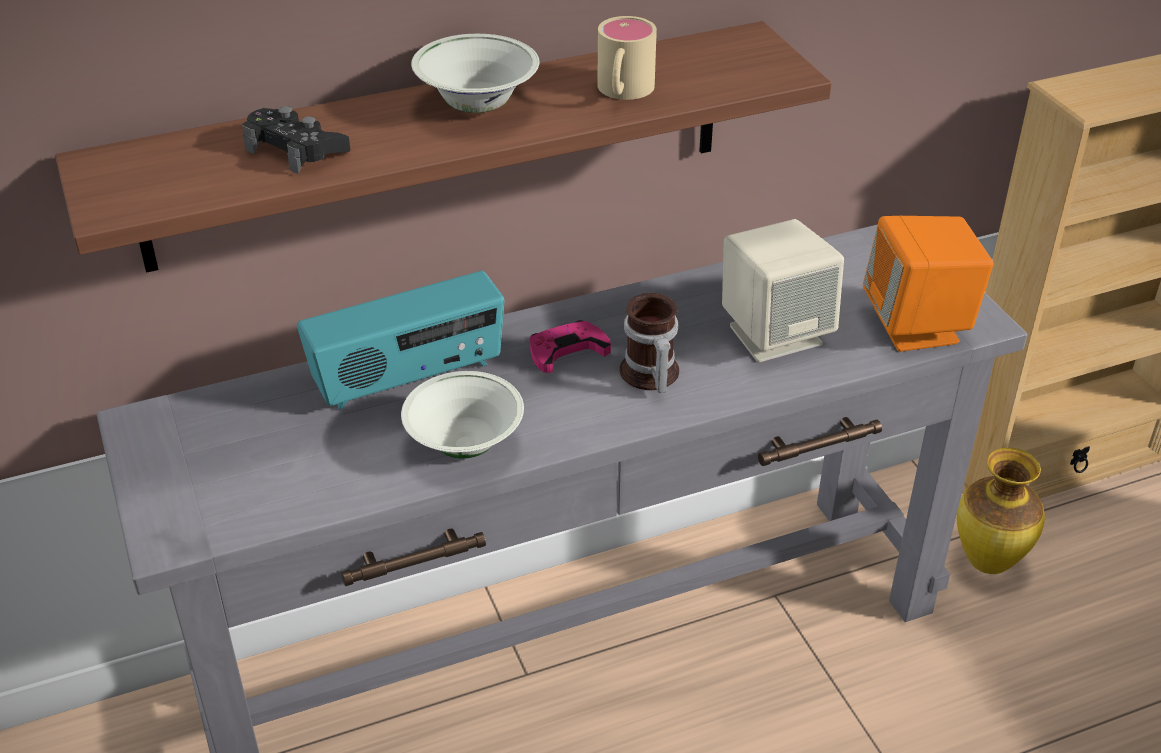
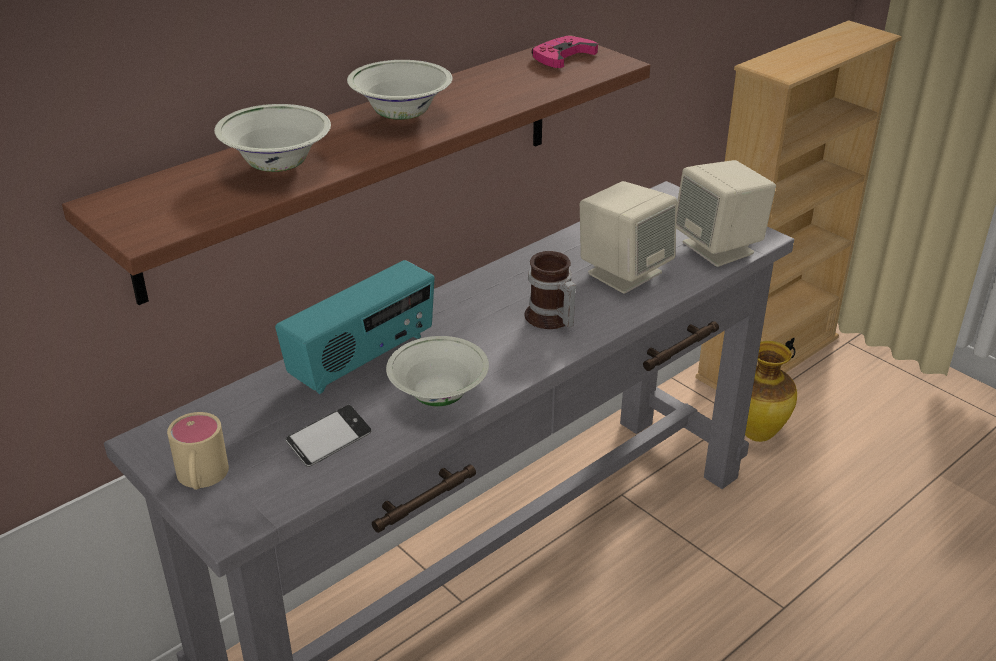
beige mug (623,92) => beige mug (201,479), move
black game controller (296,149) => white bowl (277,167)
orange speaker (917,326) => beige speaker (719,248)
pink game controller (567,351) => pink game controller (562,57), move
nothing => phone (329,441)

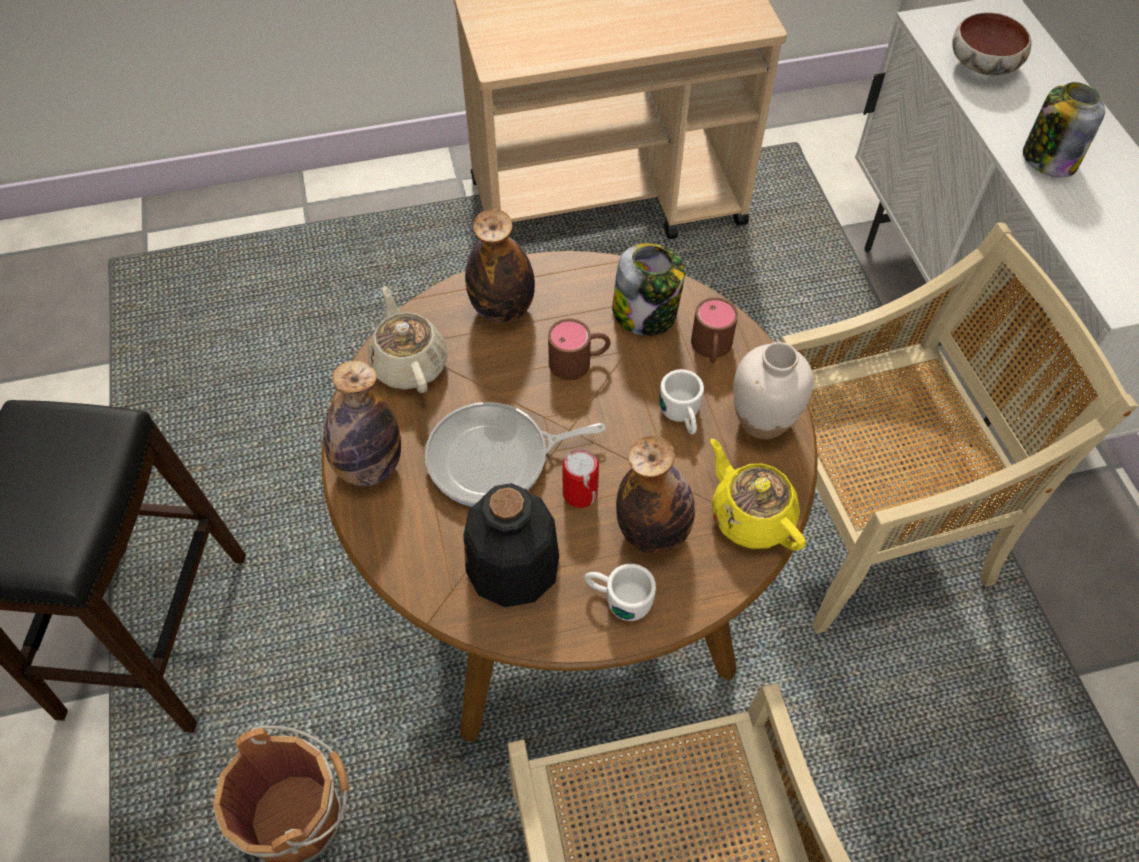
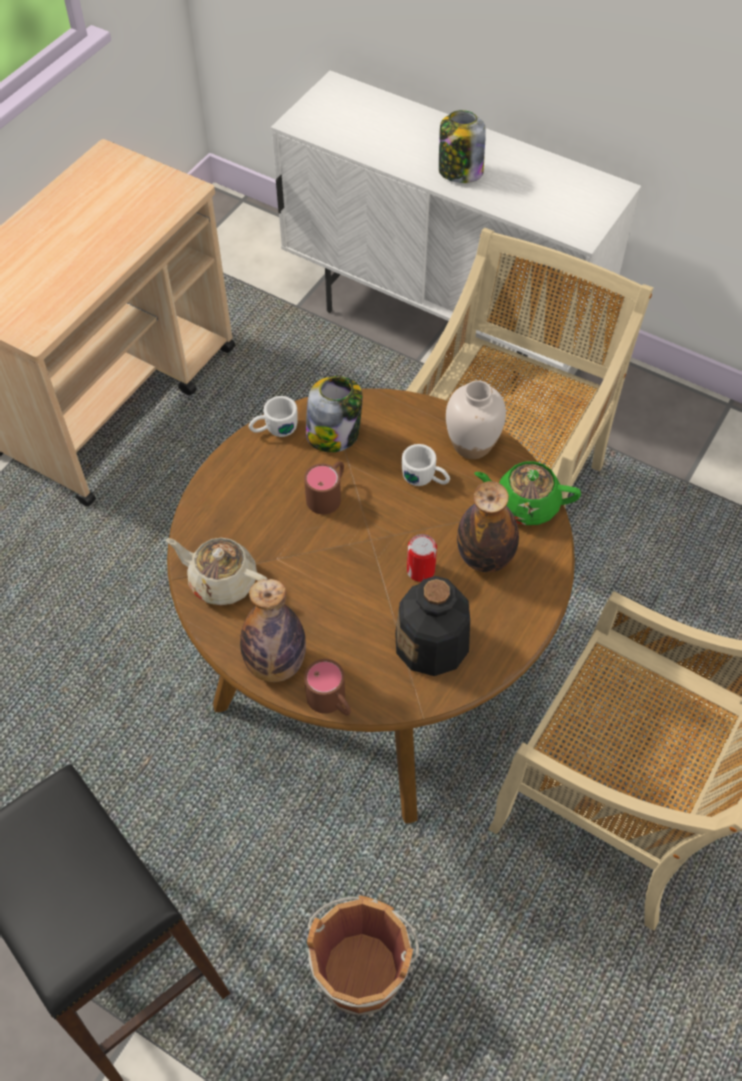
bowl (983,66) => nothing
bottle (502,309) => nothing
brown mug (711,350) => brown mug (331,702), move
frying pan (495,459) => nothing
yellow teapot (750,516) => green teapot (525,504)
white mug (617,598) => white mug (273,429), move

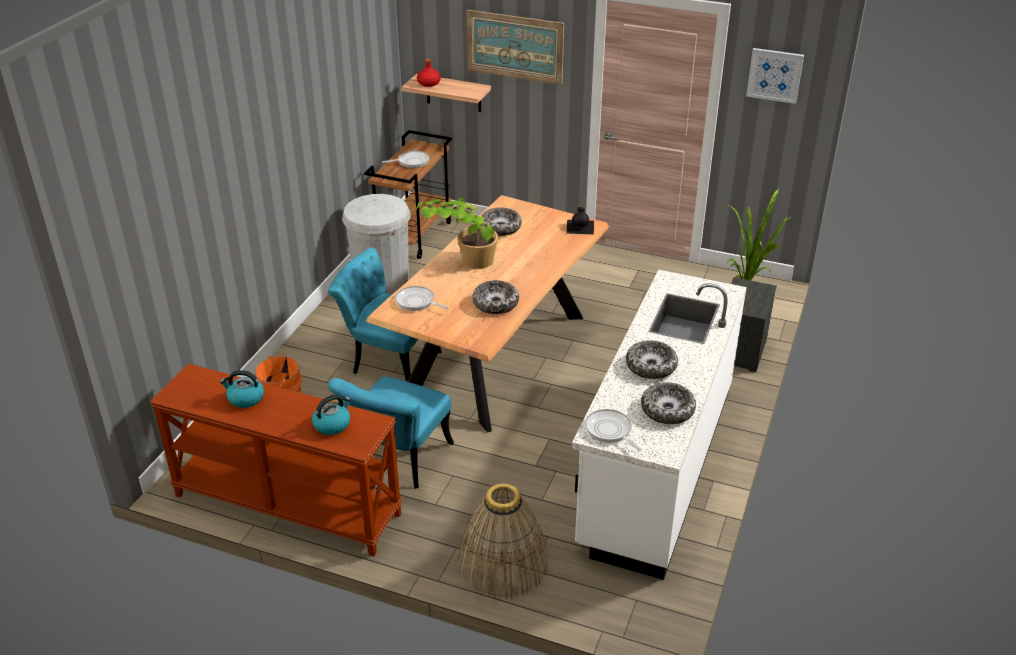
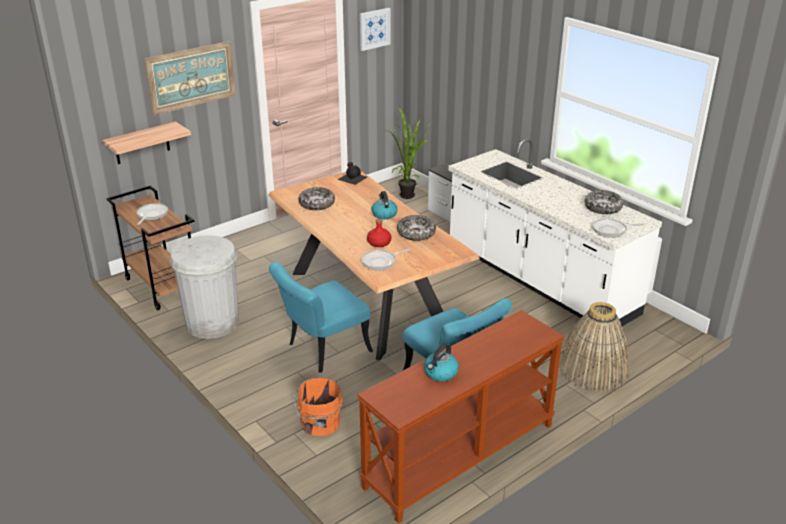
red bottle (428,83) => red bottle (379,243), move
potted plant (461,262) => nothing
bowl (651,366) => nothing
kettle (332,424) => kettle (384,214), move

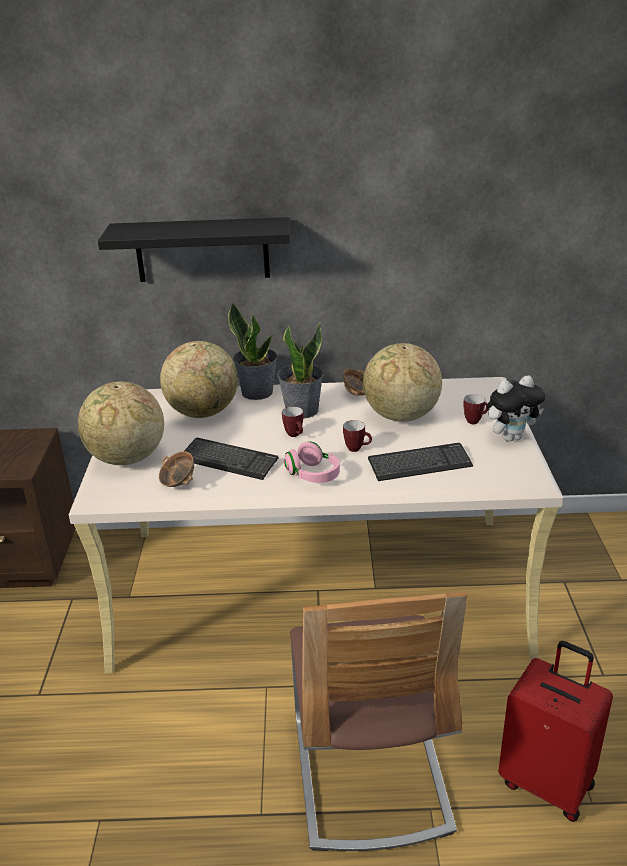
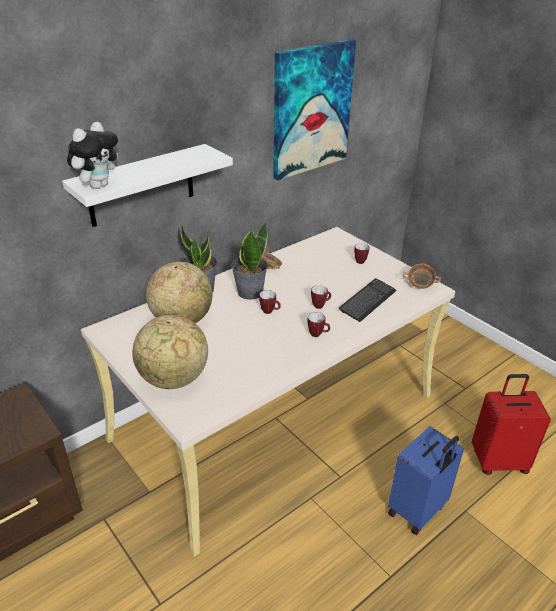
black shelf (202,250) => white shelf (141,186)
globe (400,416) => nothing
plush toy (511,437) => plush toy (98,185), move
keyboard (228,460) => nothing
pink headphones (313,475) => mug (318,334)
bowl (178,483) => bowl (420,285), move
chair (370,771) => blue suitcase (418,510)
nothing => picture (311,109)

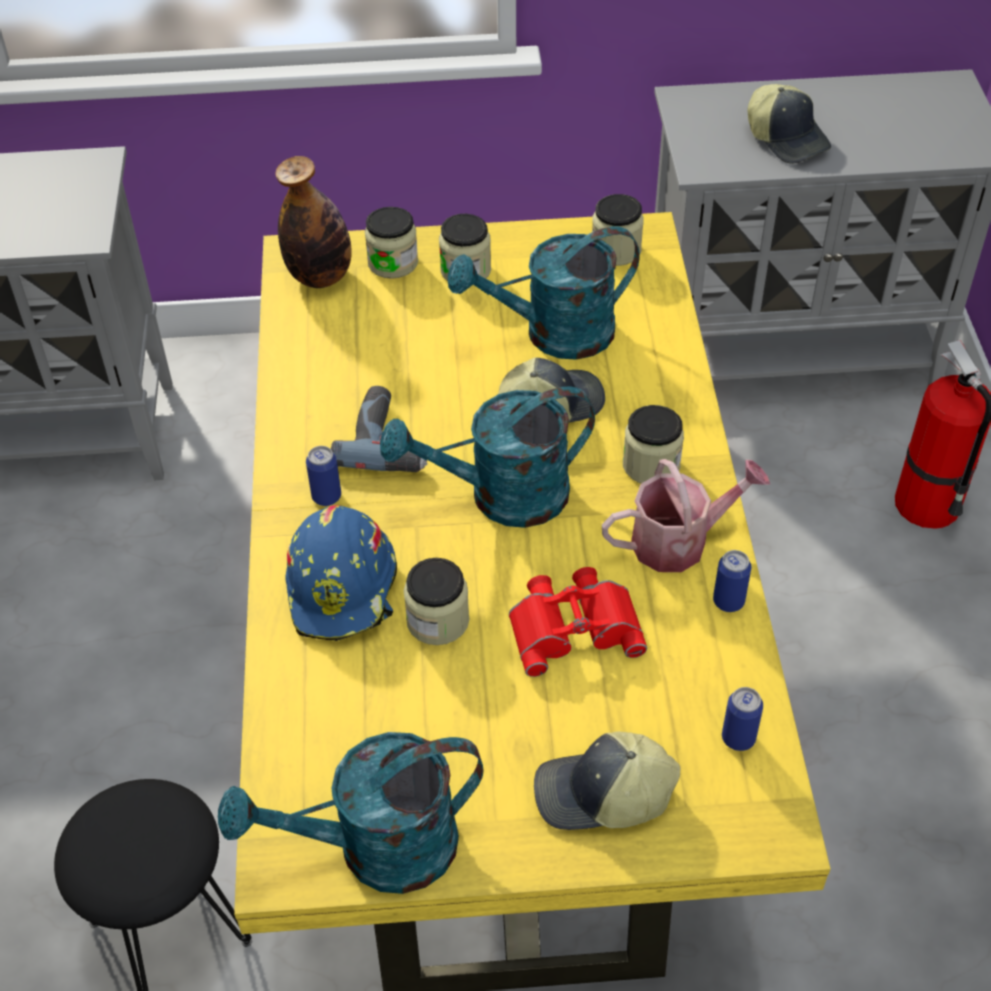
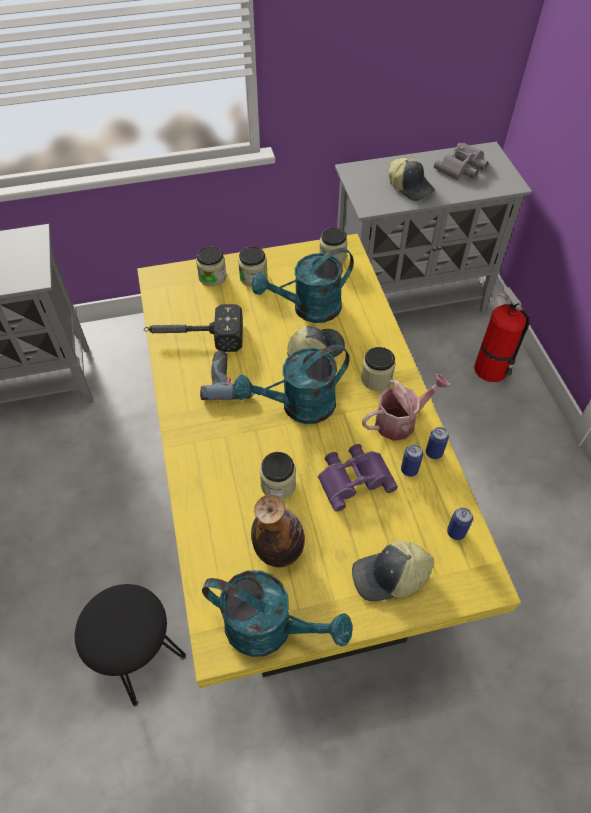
bottle (320,276) => bottle (279,550), move
can (326,497) => can (409,470), move
blue hard hat (344,587) => nothing
red binoculars (574,625) => purple binoculars (354,478)
turquoise watering can (376,850) => turquoise watering can (270,629), 135 degrees counterclockwise
nothing => grey binoculars (462,167)
nothing => hammer (194,337)

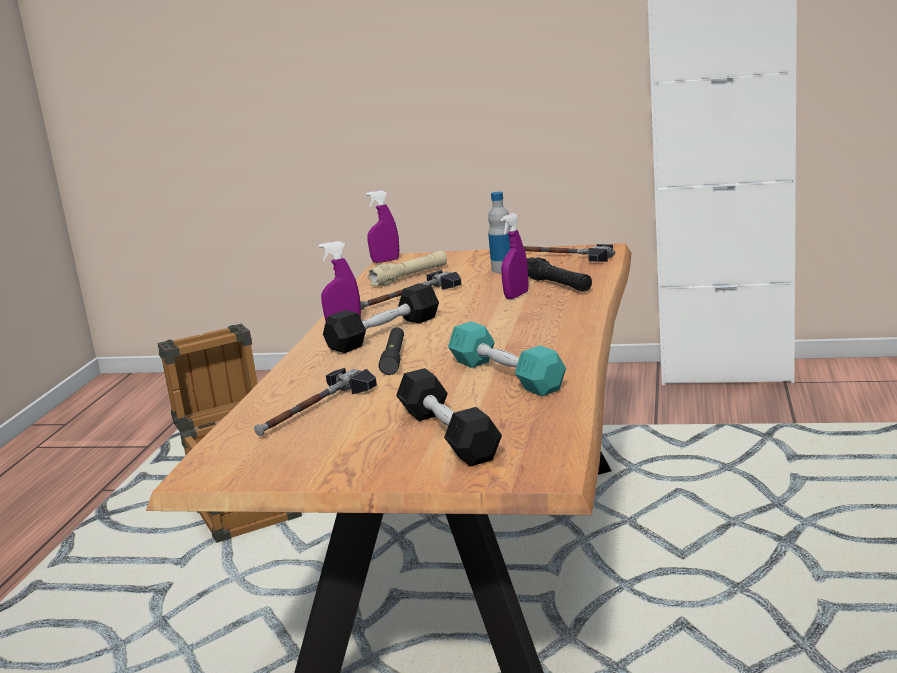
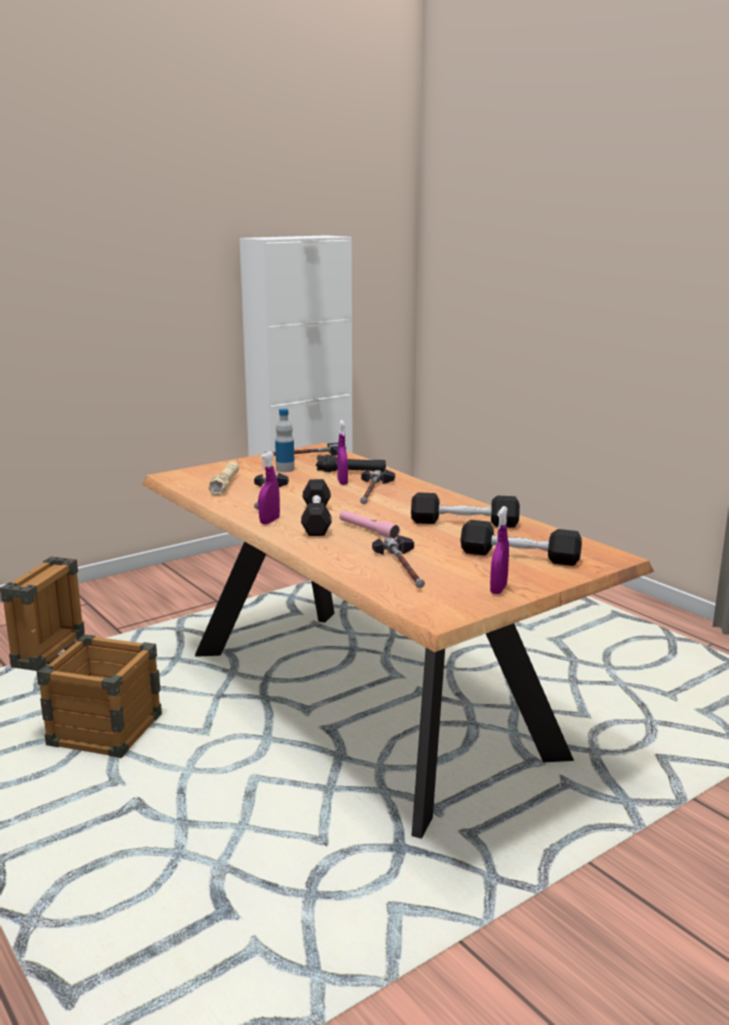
purple spray bottle (385,261) => purple spray bottle (498,589), move
turquoise dumbbell (505,375) => black dumbbell (464,523)
black flashlight (394,358) => pink flashlight (368,530)
nothing => hammer (372,491)

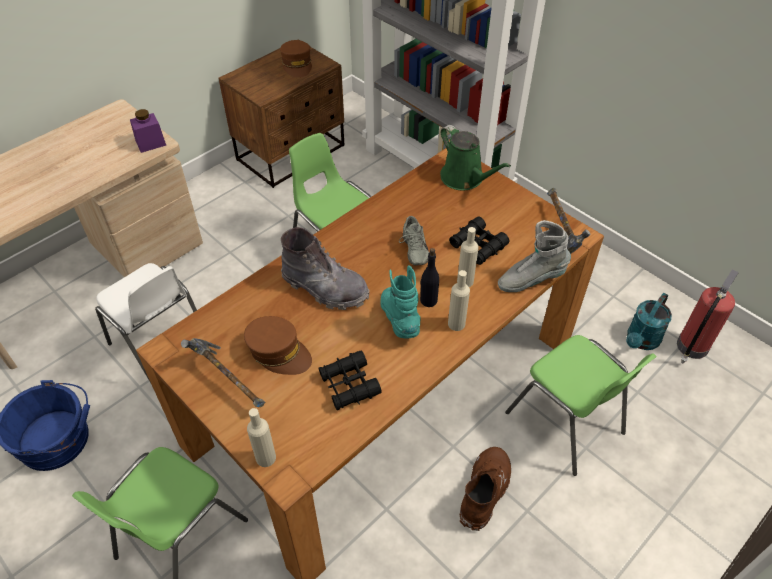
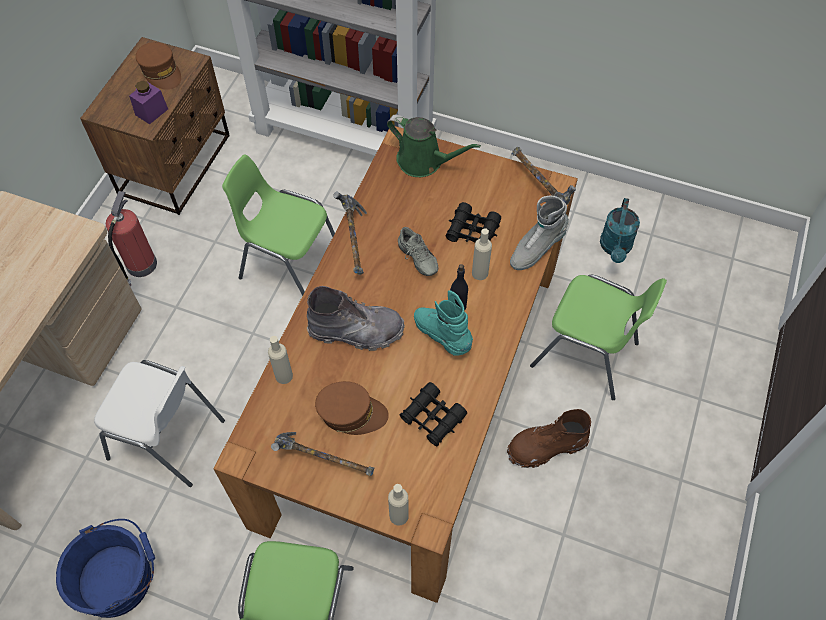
purple jar (151,143) => purple jar (151,112), move
fire extinguisher (691,347) => fire extinguisher (140,266), move
beige bottle (456,324) => beige bottle (284,376), move
brown boot (484,491) => brown boot (546,447), 105 degrees counterclockwise
nothing => hammer (354,243)

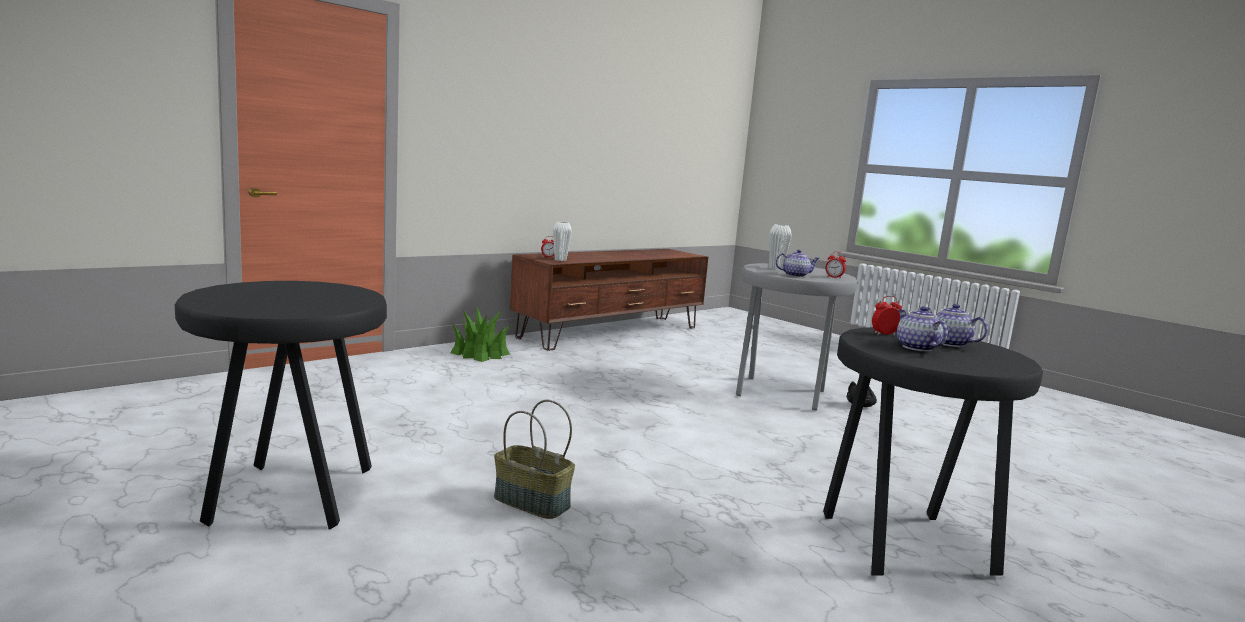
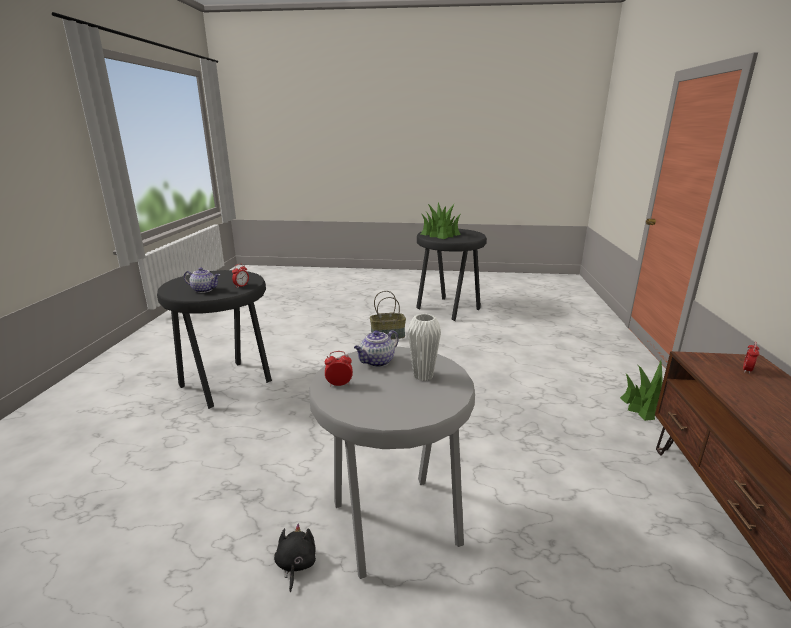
white vase (560,260) => nothing
teapot (915,347) => nothing
nothing => potted plant (440,234)

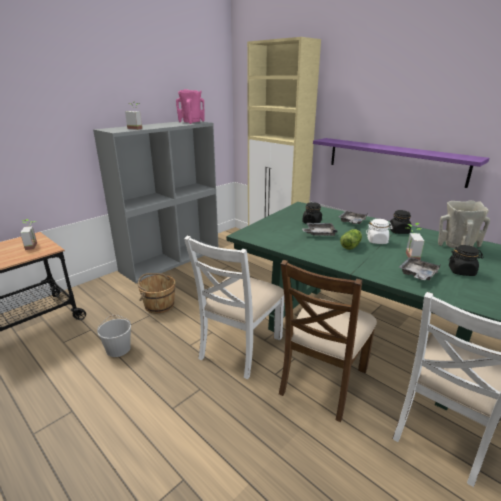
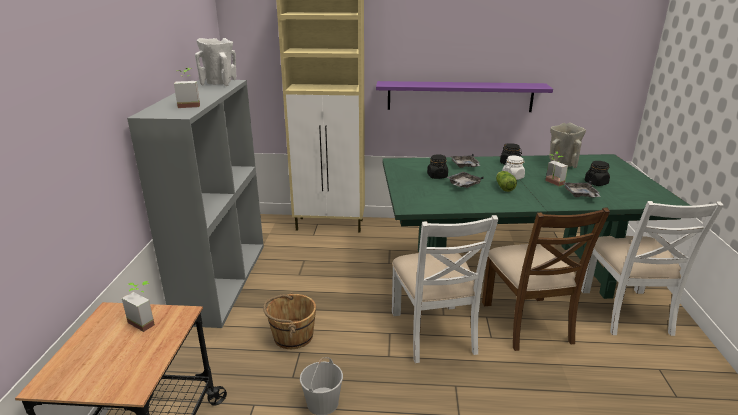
pink vase (191,122) => white vase (219,83)

